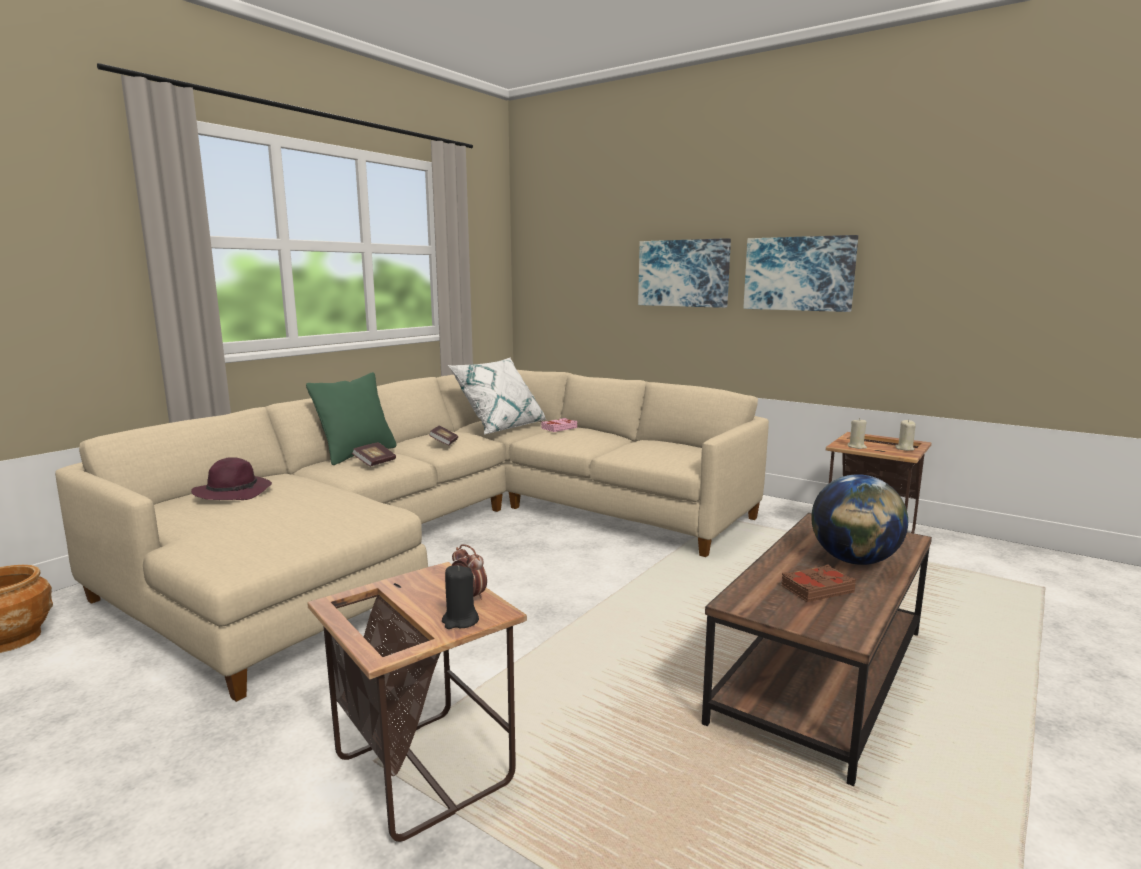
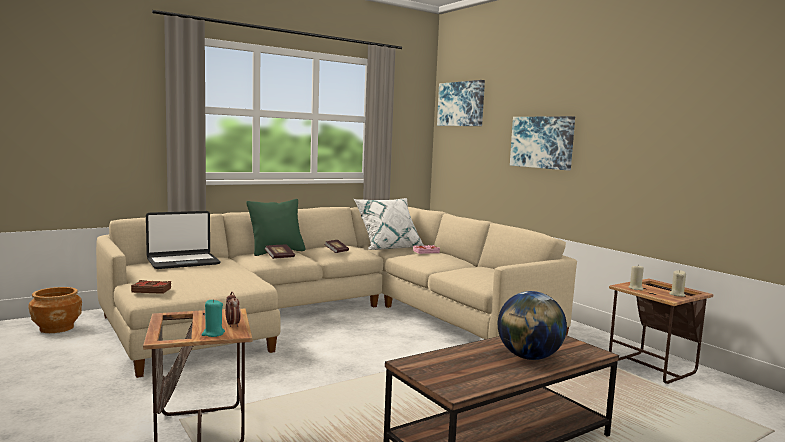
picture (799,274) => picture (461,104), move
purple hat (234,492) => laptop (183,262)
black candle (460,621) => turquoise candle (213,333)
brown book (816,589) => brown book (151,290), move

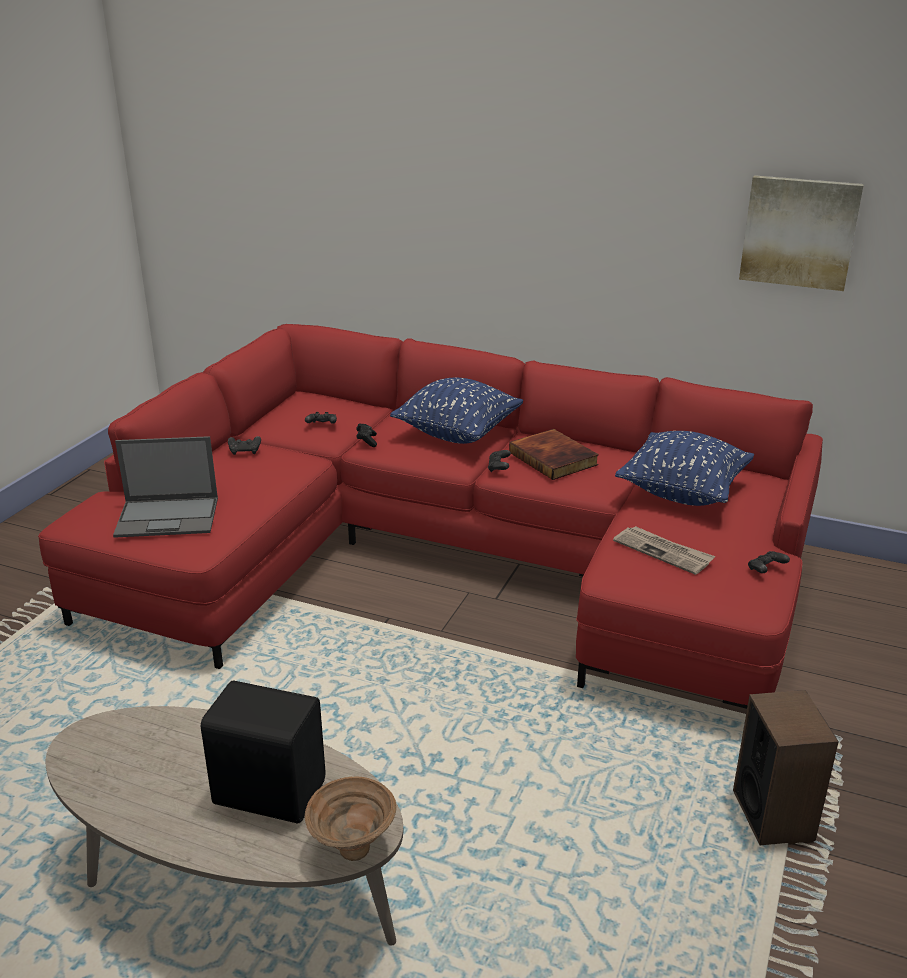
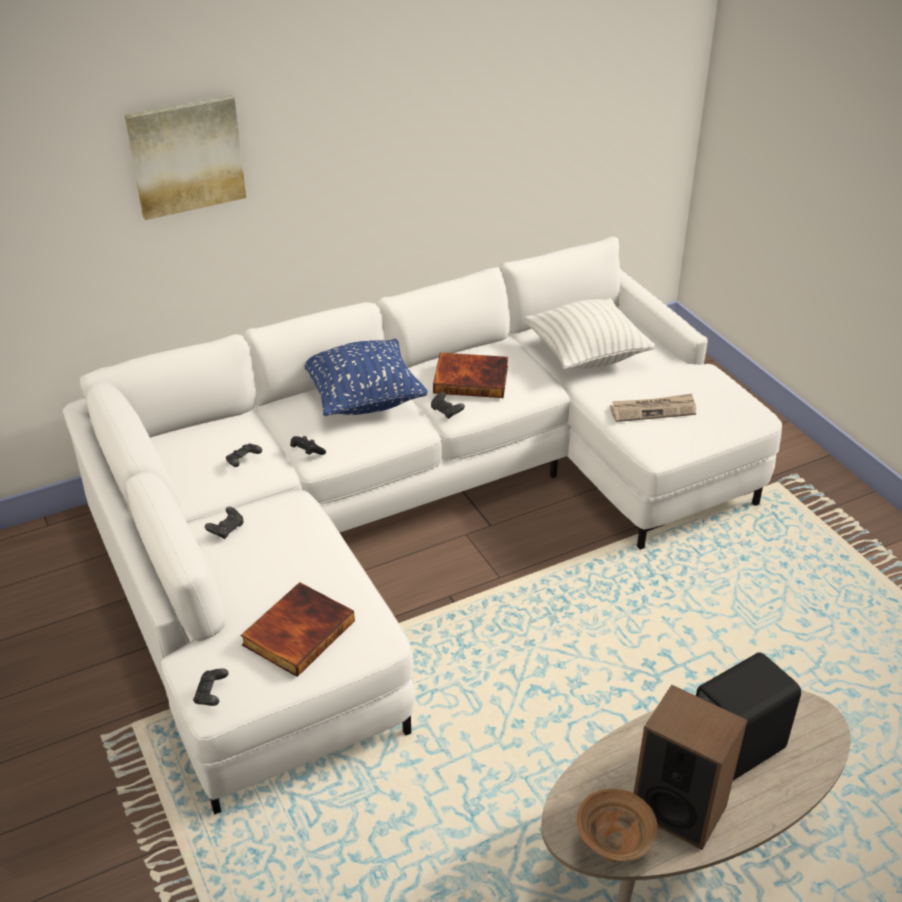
picture (799,232) => picture (186,156), move
red sofa (451,559) => white sofa (410,517)
blue pillow (682,492) => white pillow (586,355)
laptop (169,517) => book (297,631)
black game controller (766,570) => black game controller (211,694), move
speaker (773,816) => speaker (678,808), move
brown bowl (353,851) => brown bowl (613,852), move

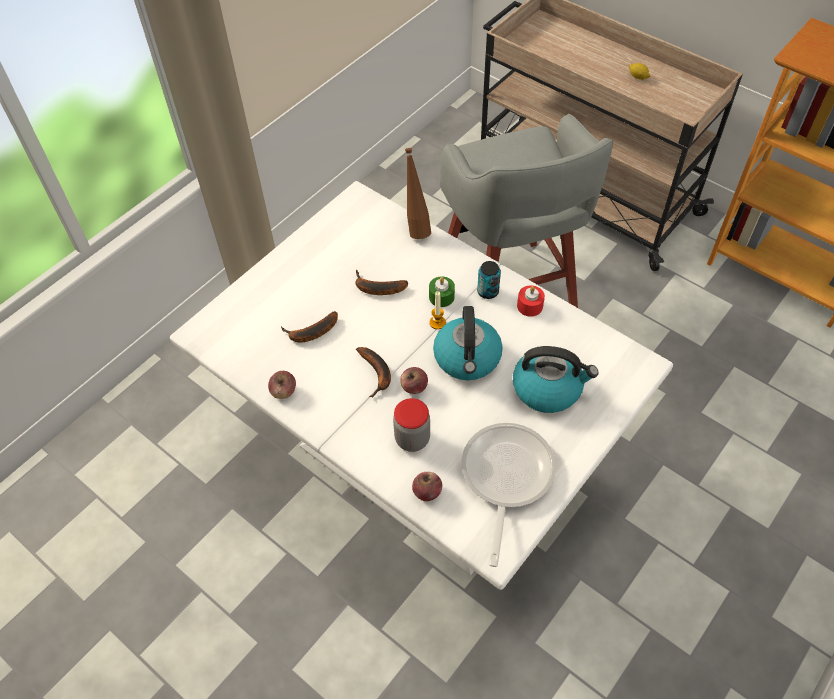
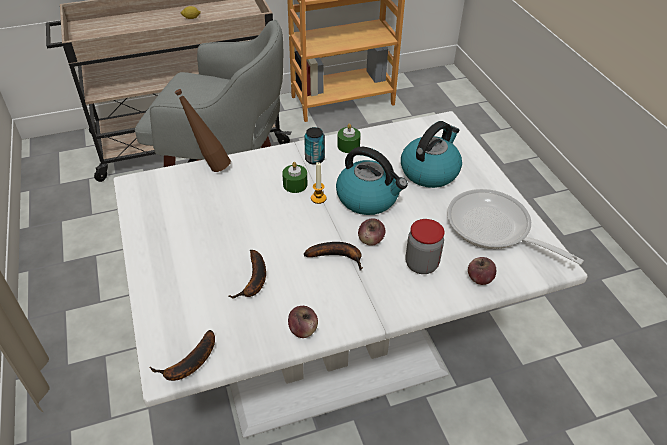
banana (376,288) => banana (188,364), move
red candle (530,306) => green candle (348,146)

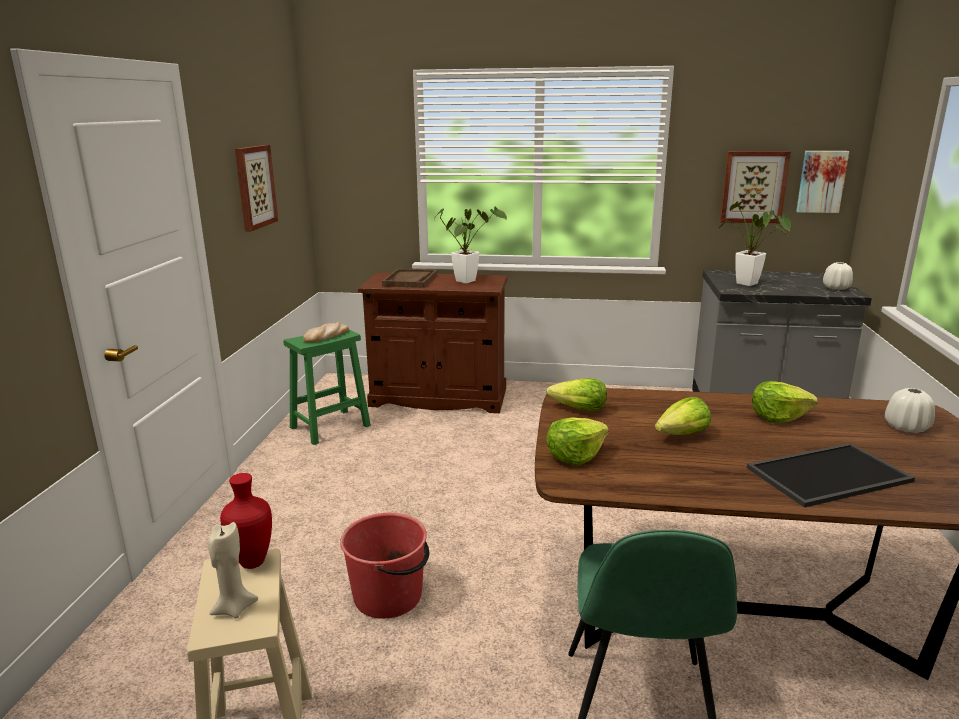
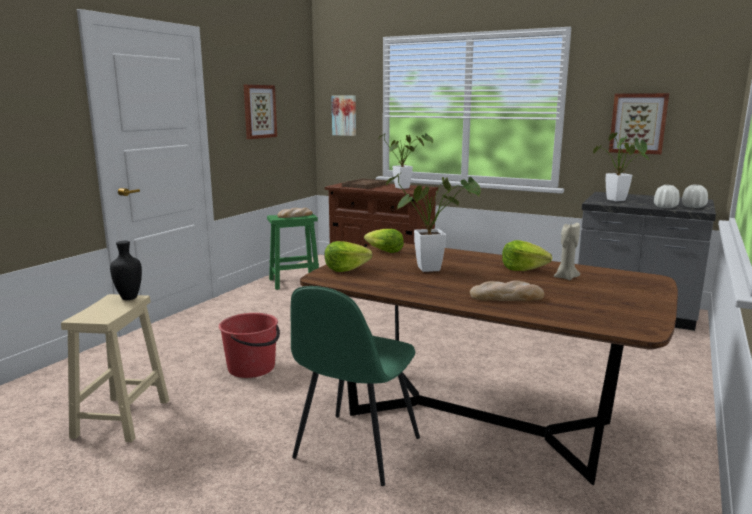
picture (821,181) => picture (344,115), move
white vase (906,427) => white vase (665,207), move
lettuce (682,435) => potted plant (434,269)
tray (829,476) => bread (506,297)
red vase (254,562) => black vase (130,298)
beige candle (234,608) => beige candle (565,277), move

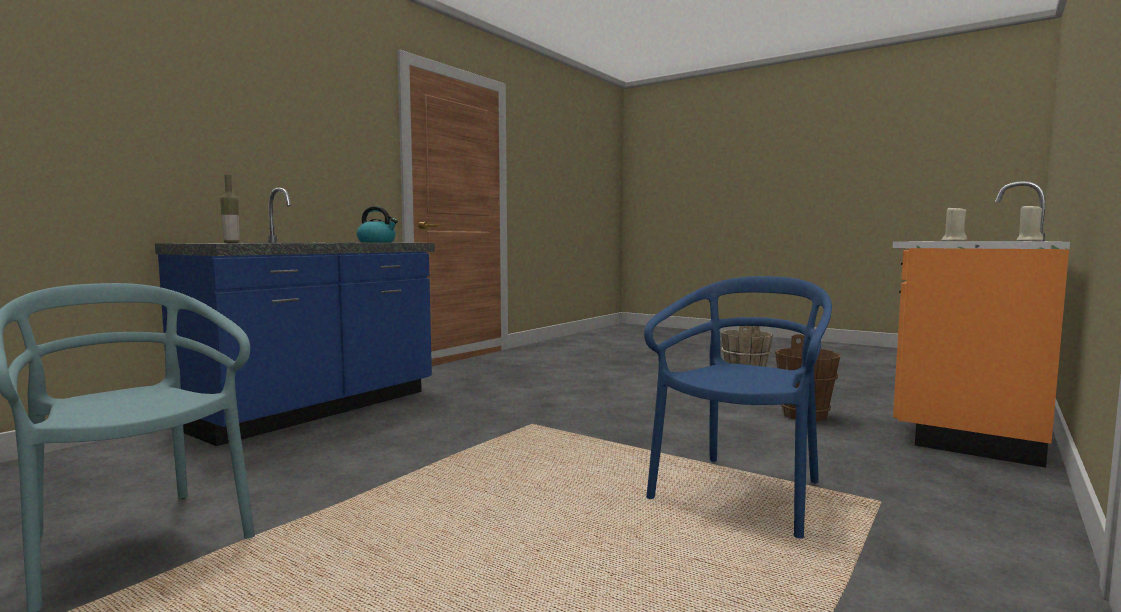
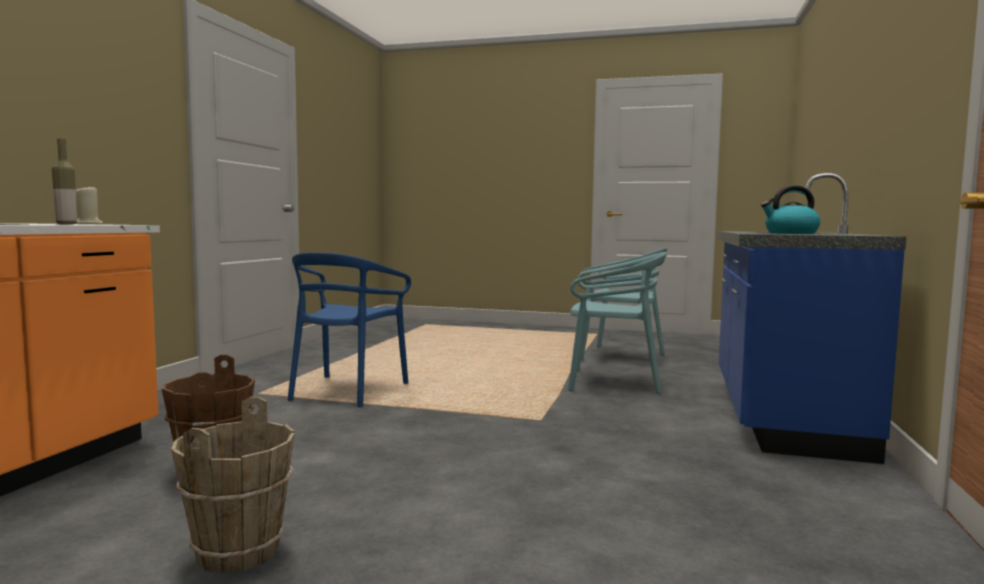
bottle (231,243) => bottle (66,224), move
beige candle (1028,241) => nothing
nothing => turquoise chair (612,381)

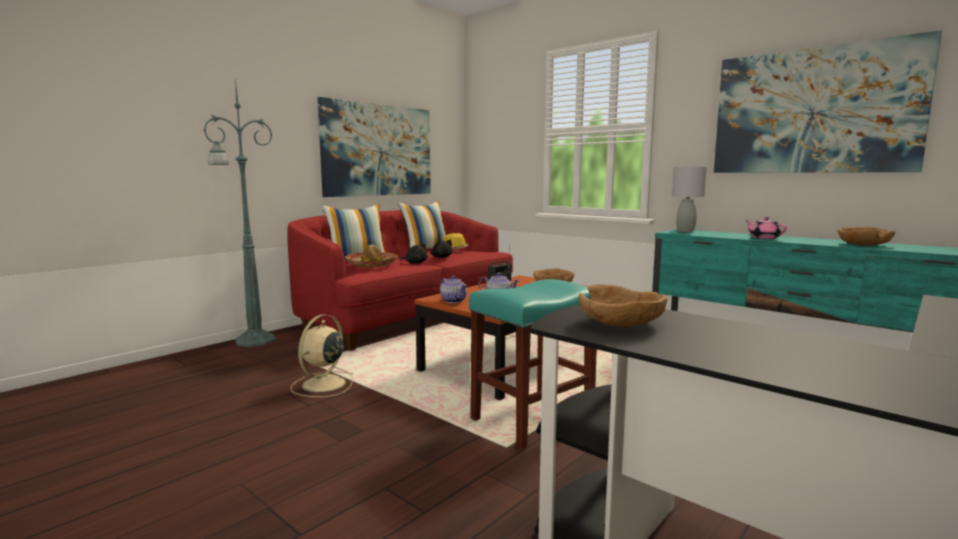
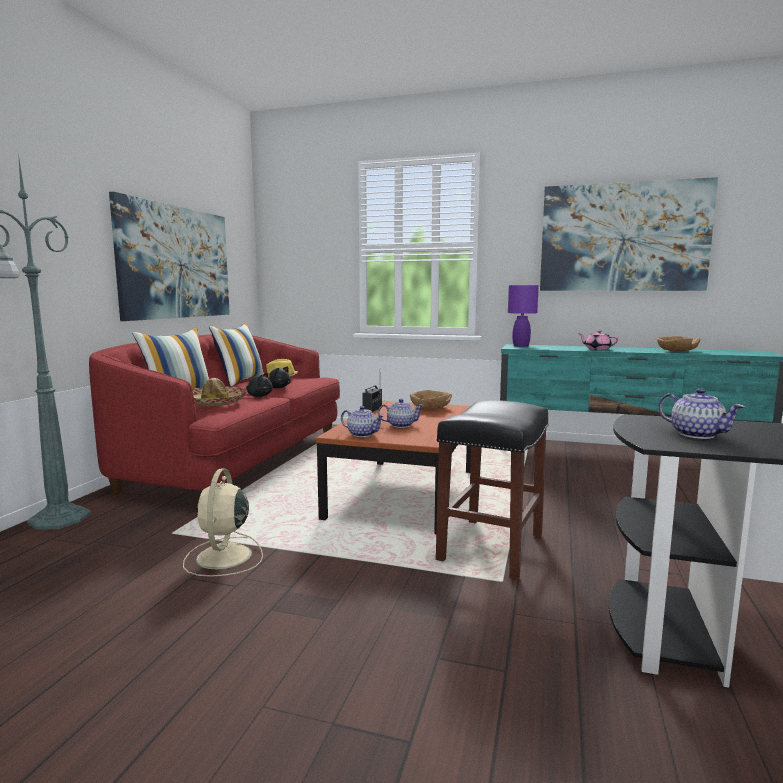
grey table lamp (685,231) => purple table lamp (521,346)
turquoise stool (533,418) => black stool (491,546)
brown bowl (621,323) => teapot (696,434)

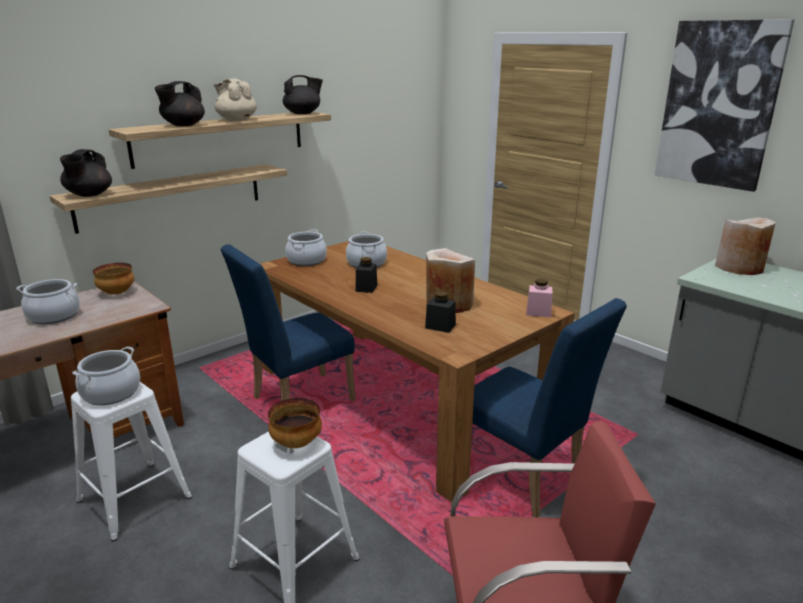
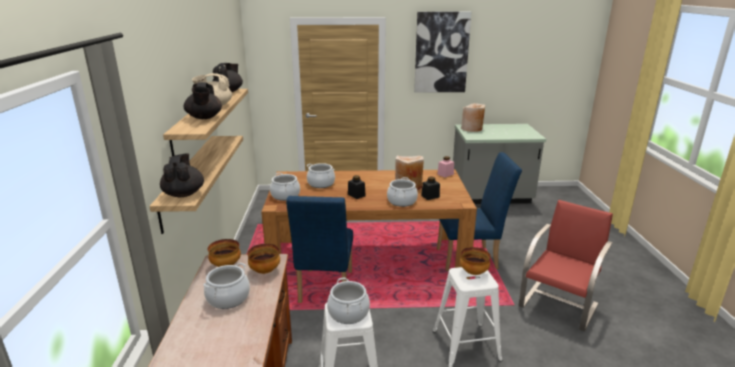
black teapot (88,195) => black teapot (184,194), 150 degrees counterclockwise
nothing => cooking pot (402,201)
nothing => bowl (265,271)

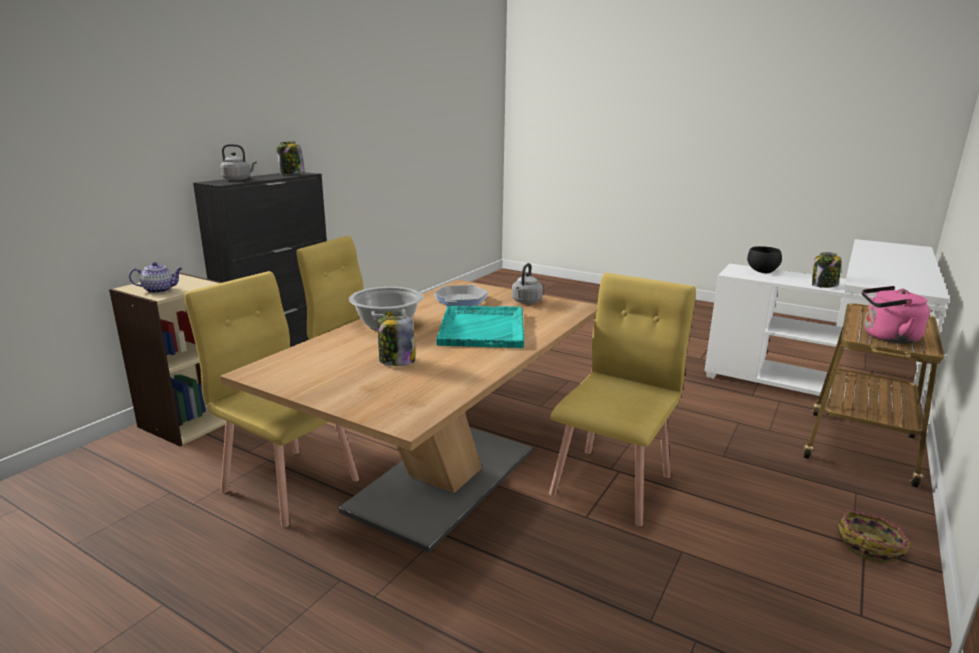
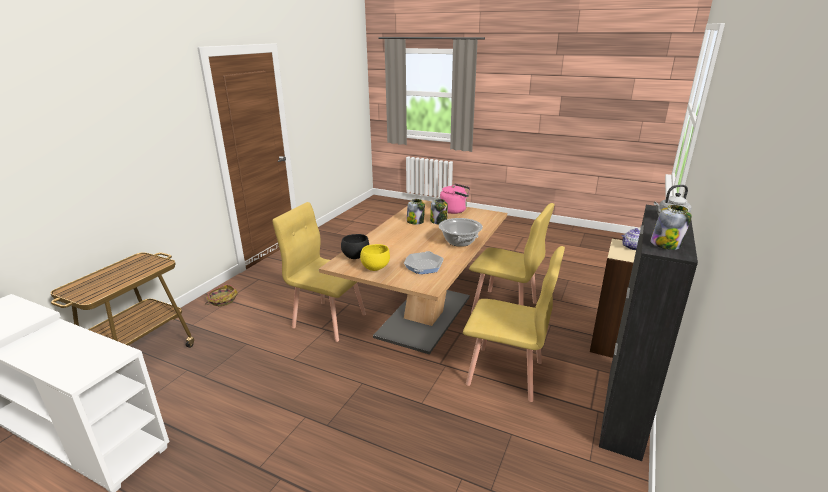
black bowl (762,272) => black bowl (355,256), move
jar (824,286) => jar (415,222), move
grey kettle (526,302) => yellow bowl (375,268)
yellow chair (612,484) => yellow chair (329,320), 90 degrees clockwise
pink kettle (886,337) => pink kettle (455,210), move
turquoise tray (482,328) => nothing

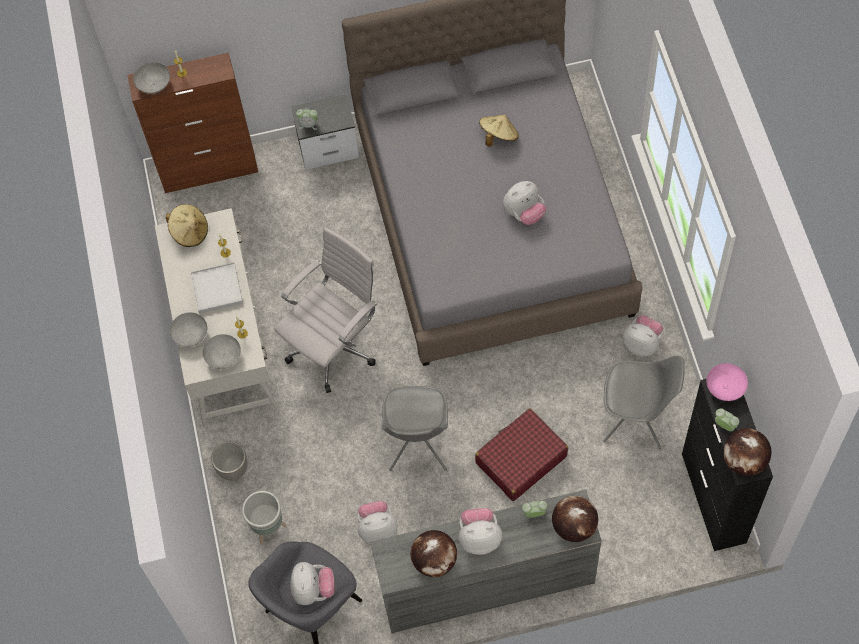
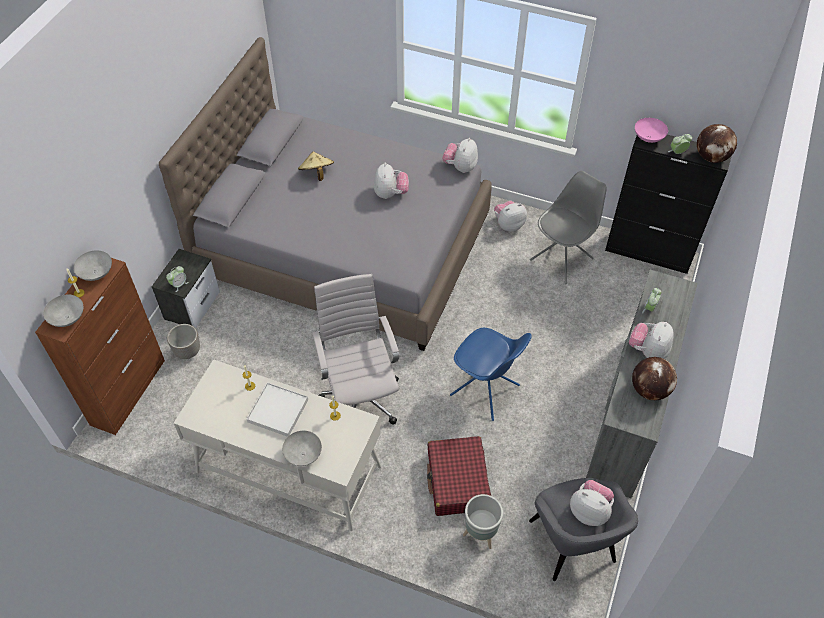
beige hat (190,232) => nothing
grey bowl (223,357) => grey bowl (96,274), move
grey chair (418,445) => blue chair (486,391)
red suitcase (520,459) => red suitcase (457,481), move
planter (233,469) => planter (187,352), move
globe (573,526) => nothing
plush toy (377,528) => plush toy (460,167), move

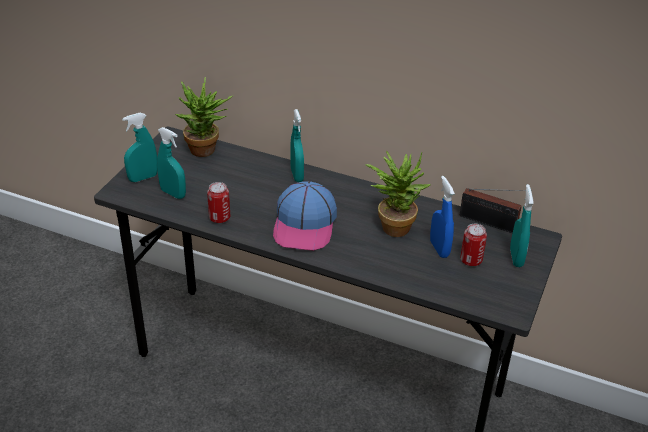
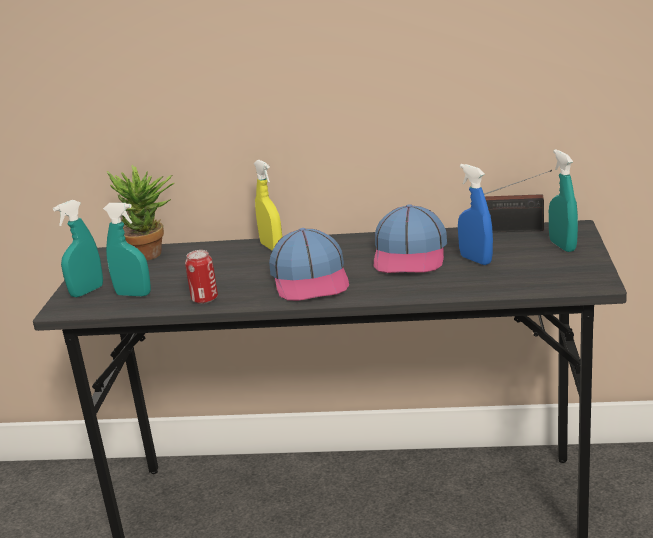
turquoise spray bottle (297,175) => yellow spray bottle (271,247)
potted plant (394,224) => cap (410,255)
can (471,260) => nothing

